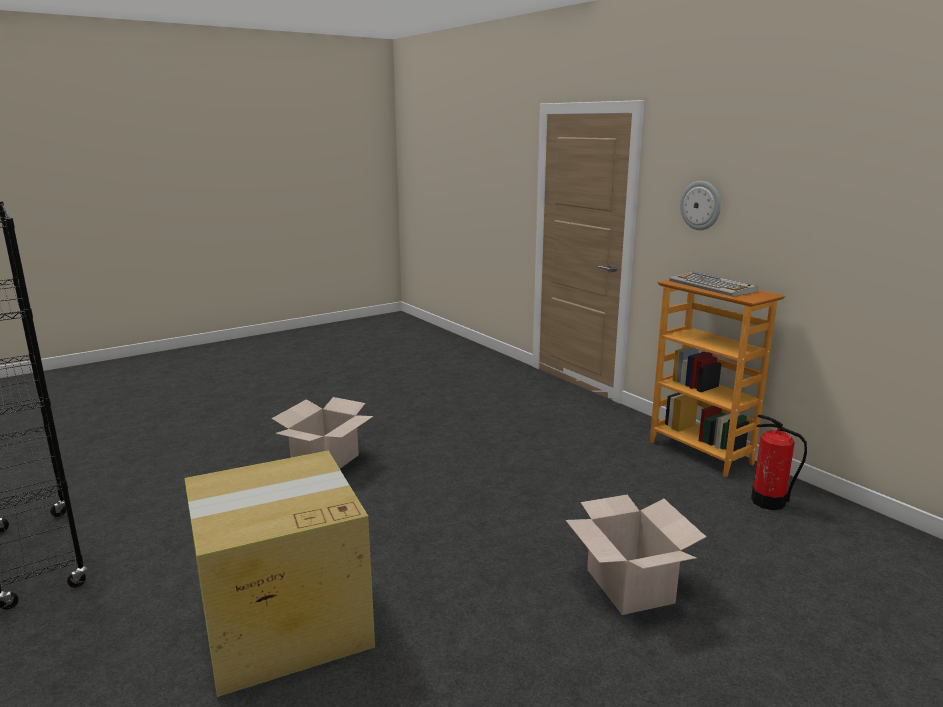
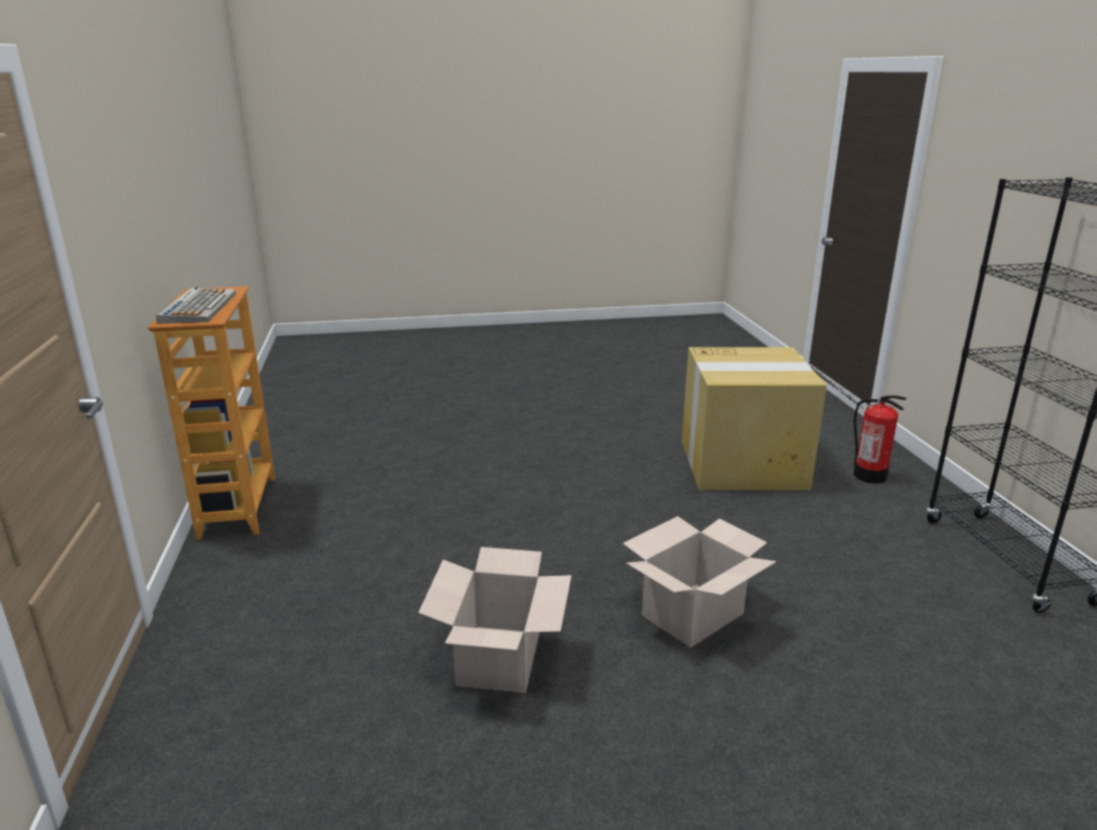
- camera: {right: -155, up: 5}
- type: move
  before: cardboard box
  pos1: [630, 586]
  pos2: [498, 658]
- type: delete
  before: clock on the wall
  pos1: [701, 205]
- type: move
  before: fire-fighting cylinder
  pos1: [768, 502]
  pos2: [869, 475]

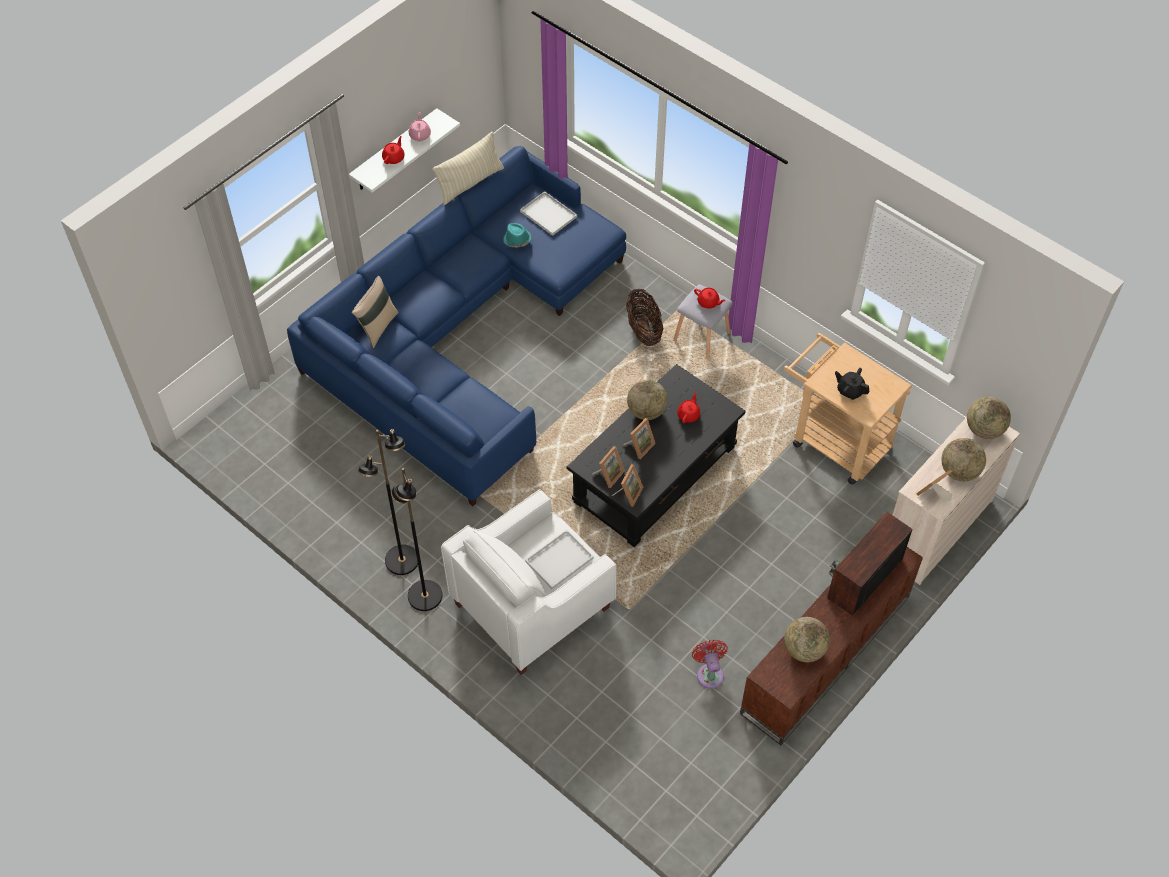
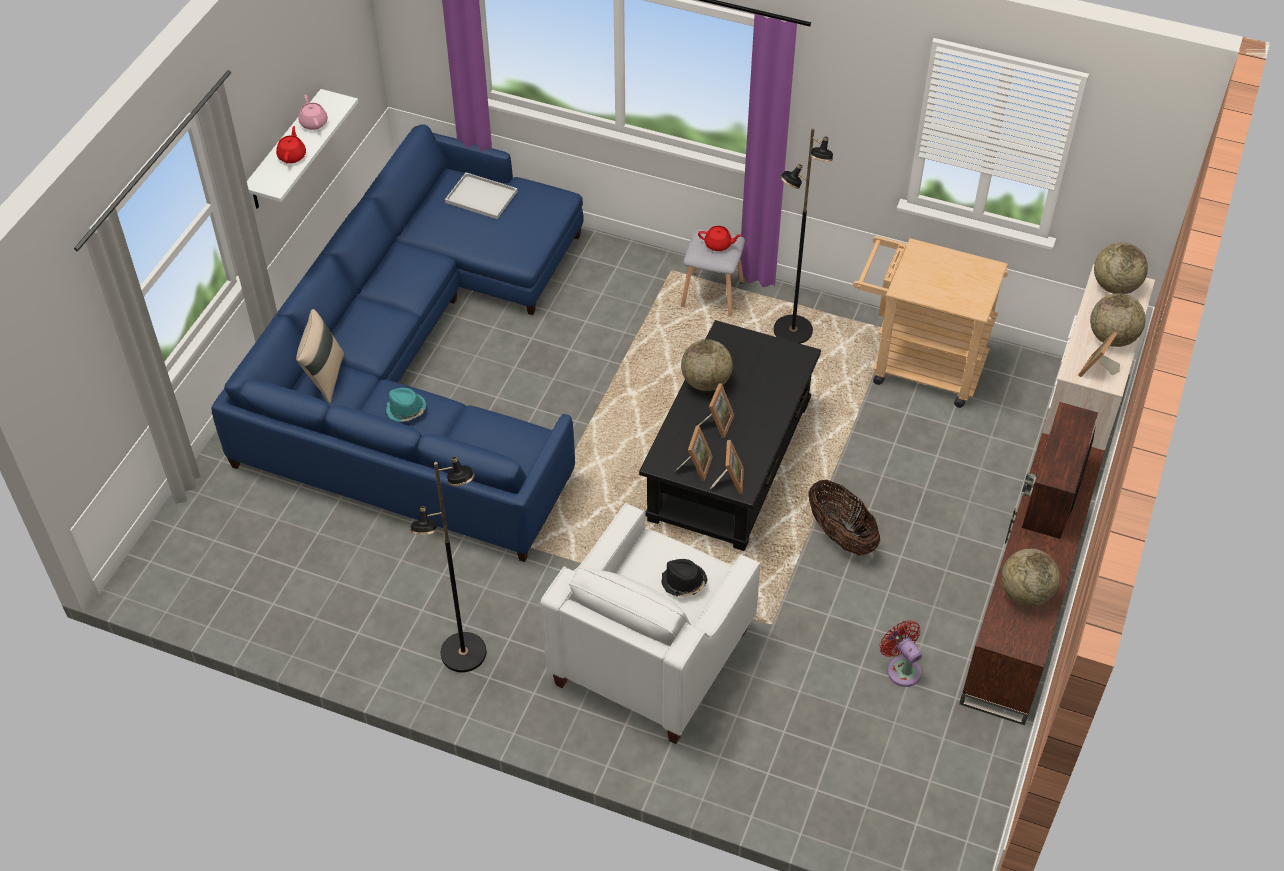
- camera: {right: -20, up: -5}
- type: move
  before: black standard lamp
  pos1: [424, 596]
  pos2: [792, 331]
- type: delete
  before: beige-coloured pillow
  pos1: [470, 183]
- type: move
  before: blue-green hat
  pos1: [517, 240]
  pos2: [406, 410]
- type: replace
  before: whitish tray
  after: black hat
  pos1: [559, 561]
  pos2: [683, 582]
- type: move
  before: basket
  pos1: [643, 330]
  pos2: [841, 535]
- type: delete
  before: reddish tea pot
  pos1: [688, 414]
- type: delete
  before: black tea pot
  pos1: [850, 391]

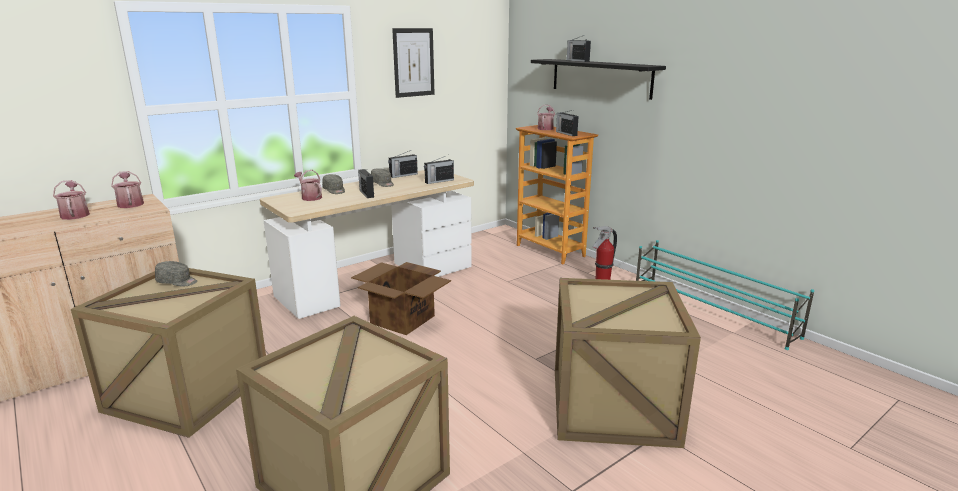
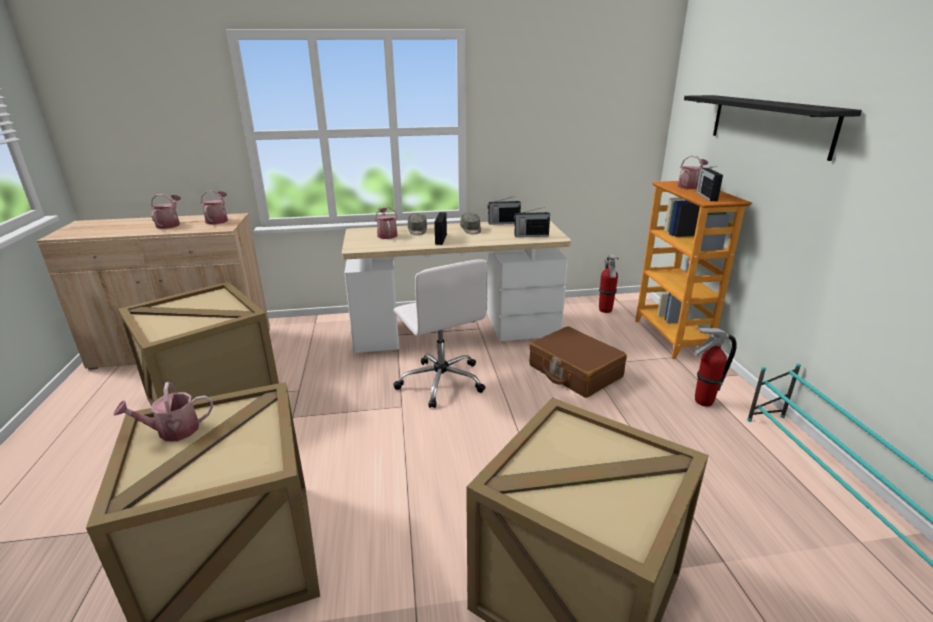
- camera: {right: 30, up: 5}
- type: delete
  before: grey peaked cap
  pos1: [177, 282]
- type: replace
  before: cardboard box
  after: whitish computer chair
  pos1: [403, 320]
  pos2: [441, 381]
- type: delete
  before: wall art
  pos1: [413, 62]
- type: delete
  before: radio receiver
  pos1: [577, 61]
- type: insert
  after: watering can
  pos2: [172, 431]
- type: insert
  after: brown travel case
  pos2: [574, 372]
- type: insert
  after: fire-fighting cylinder
  pos2: [605, 310]

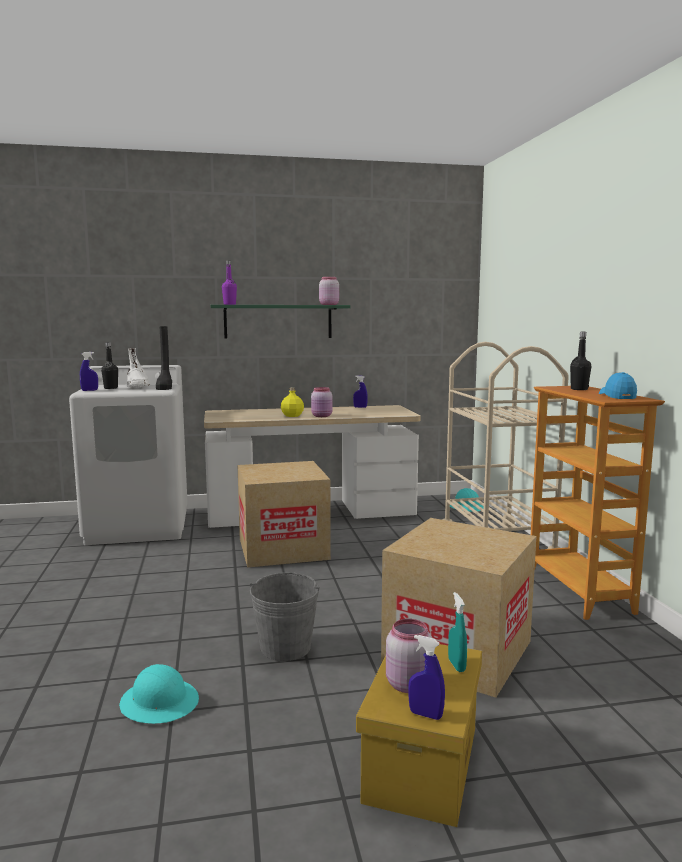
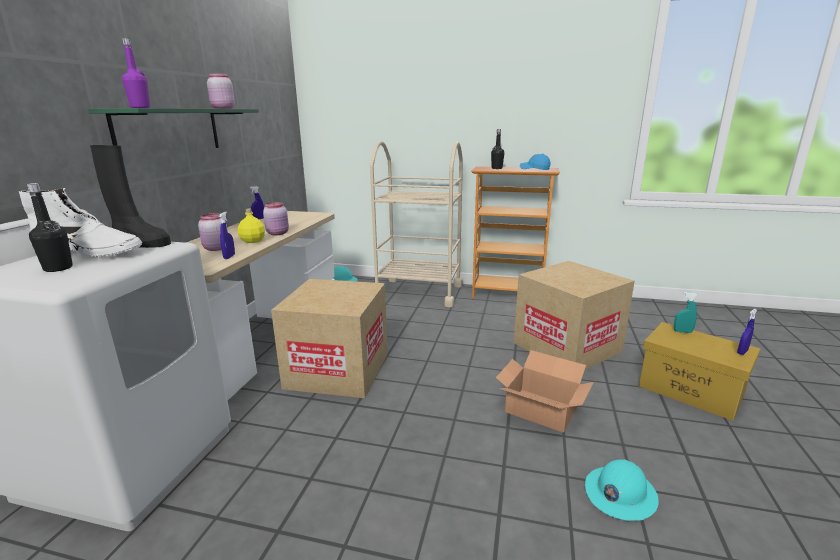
- camera: {right: -65, up: 10}
- type: move
  before: blue sprayer
  pos1: [89, 390]
  pos2: [229, 257]
- type: replace
  before: grey water bucket
  after: cardboard box
  pos1: [285, 647]
  pos2: [540, 409]
- type: move
  before: pink jar
  pos1: [407, 684]
  pos2: [215, 248]

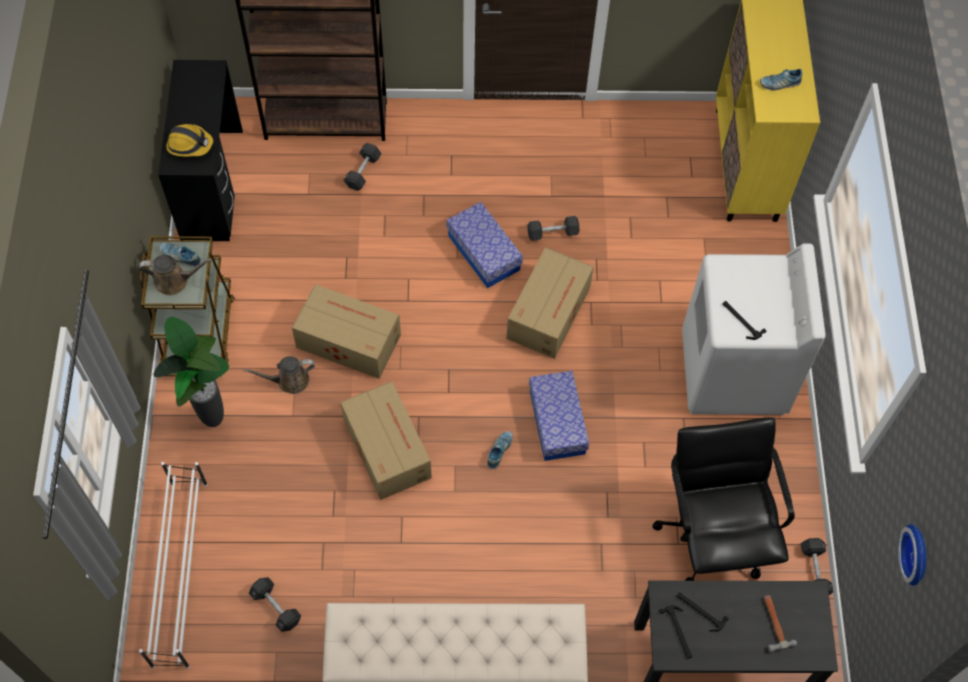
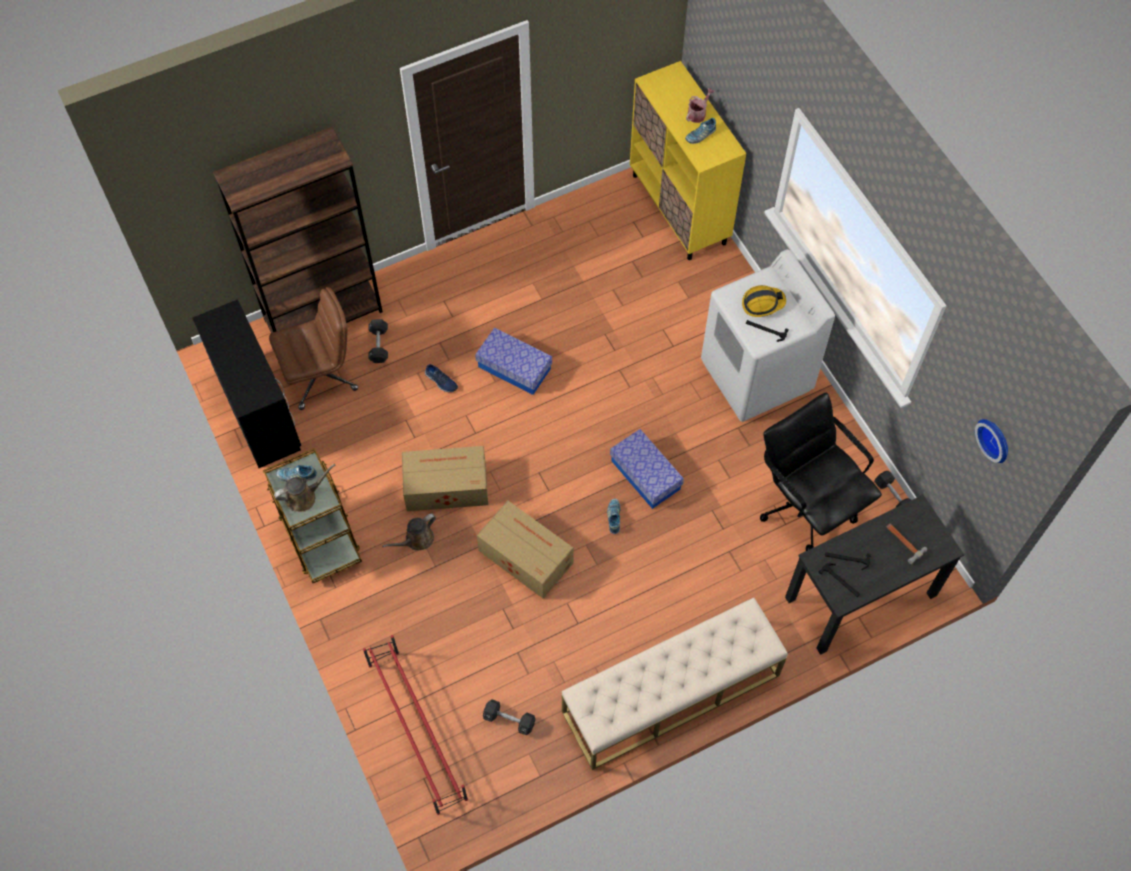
- camera: {right: -25, up: 0}
- type: recolor
  before: whitish shoe rack
  after: reddish shoe rack
  pos1: [180, 571]
  pos2: [417, 730]
- type: delete
  before: houseplant
  pos1: [213, 418]
- type: move
  before: hard hat
  pos1: [189, 144]
  pos2: [762, 303]
- type: delete
  before: cardboard box
  pos1: [550, 312]
- type: delete
  before: black dumbbell
  pos1: [552, 233]
- type: insert
  after: brown computer chair
  pos2: [320, 375]
- type: insert
  after: blue item of footwear
  pos2: [441, 381]
- type: insert
  after: watering can
  pos2: [698, 113]

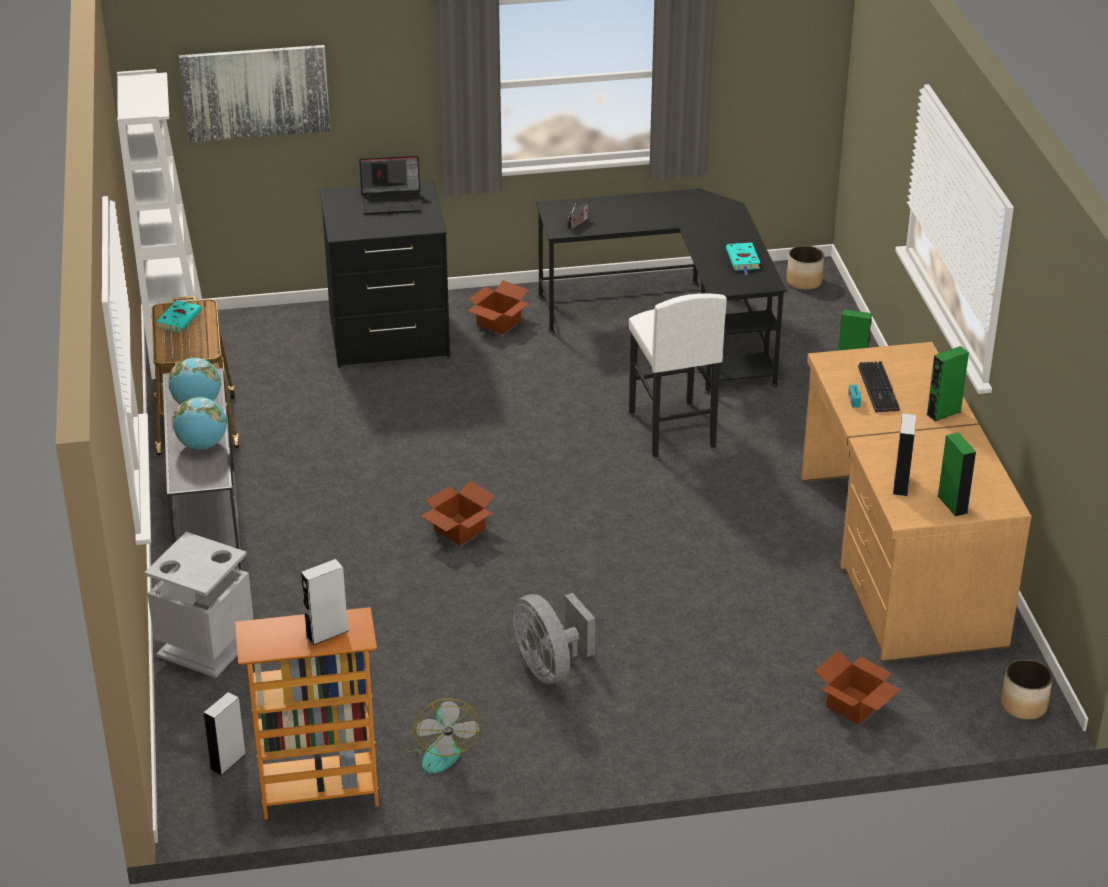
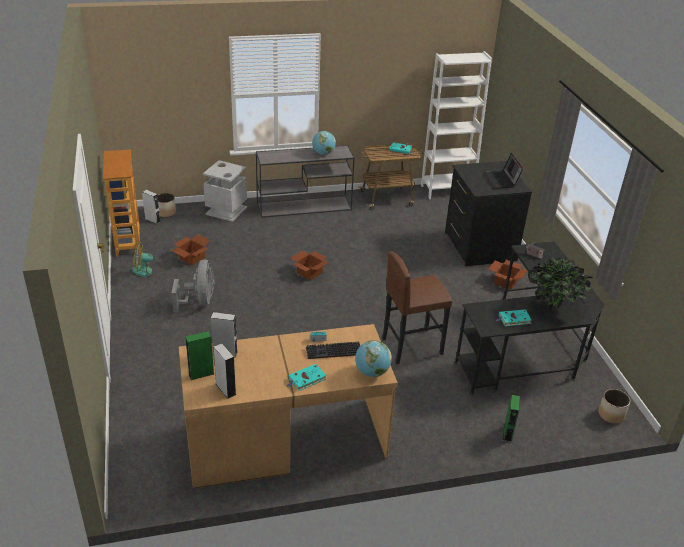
- camera: {right: 85, up: 0}
- type: move
  before: desk globe
  pos1: [202, 445]
  pos2: [372, 372]
- type: delete
  before: wall art
  pos1: [255, 92]
- type: move
  before: grey speaker
  pos1: [327, 633]
  pos2: [225, 389]
- type: rotate
  before: grey fan
  pos1: [550, 667]
  pos2: [199, 301]
  turn: 120
- type: recolor
  before: whitish sitting stool
  after: brown sitting stool
  pos1: [671, 429]
  pos2: [411, 346]
- type: move
  before: cardboard box
  pos1: [854, 706]
  pos2: [191, 258]
- type: replace
  before: green speaker
  after: blue-green volume
  pos1: [943, 413]
  pos2: [306, 379]
- type: move
  before: flower pot
  pos1: [1024, 705]
  pos2: [166, 213]
- type: insert
  after: houseplant
  pos2: [554, 306]

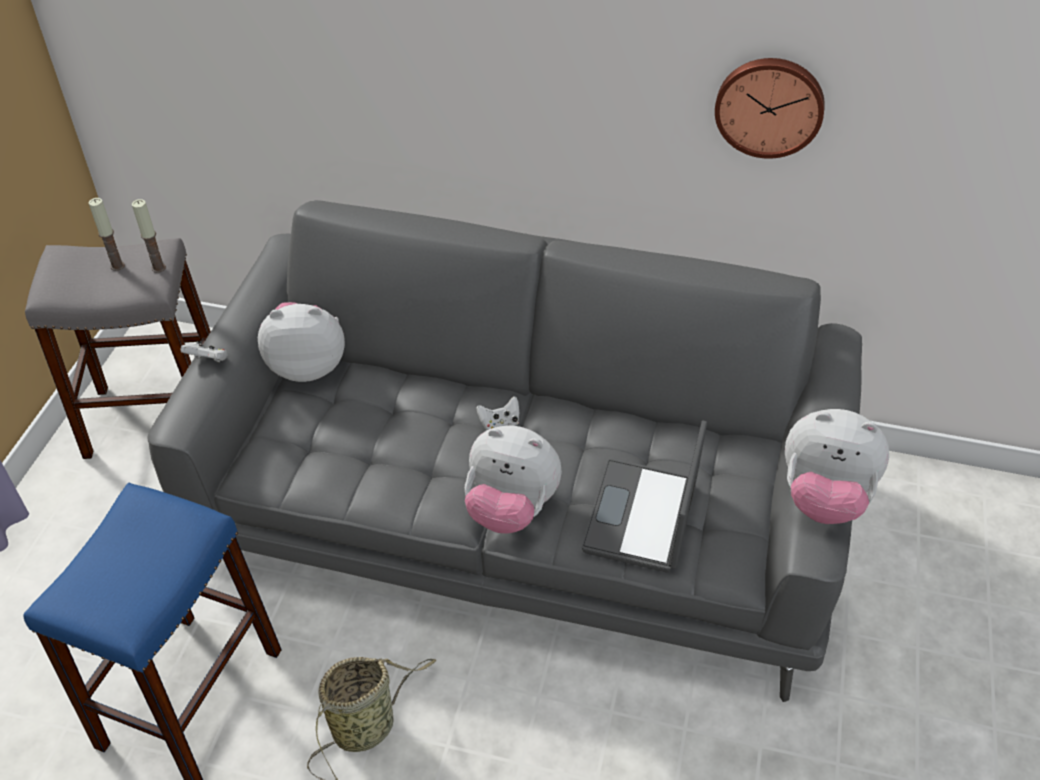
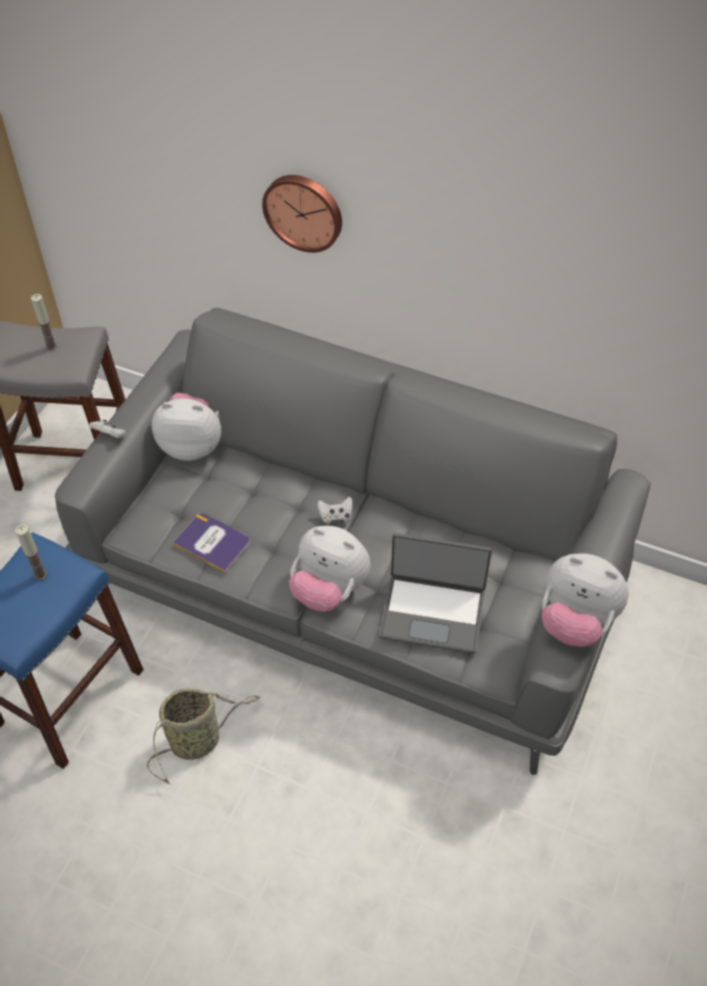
- camera: {right: 10, up: 5}
- type: move
  before: candle
  pos1: [158, 268]
  pos2: [40, 574]
- type: rotate
  before: portable computer
  pos1: [643, 517]
  pos2: [432, 613]
  turn: -105
- type: move
  before: clock on the wall
  pos1: [769, 106]
  pos2: [304, 211]
- type: insert
  after: volume
  pos2: [212, 543]

